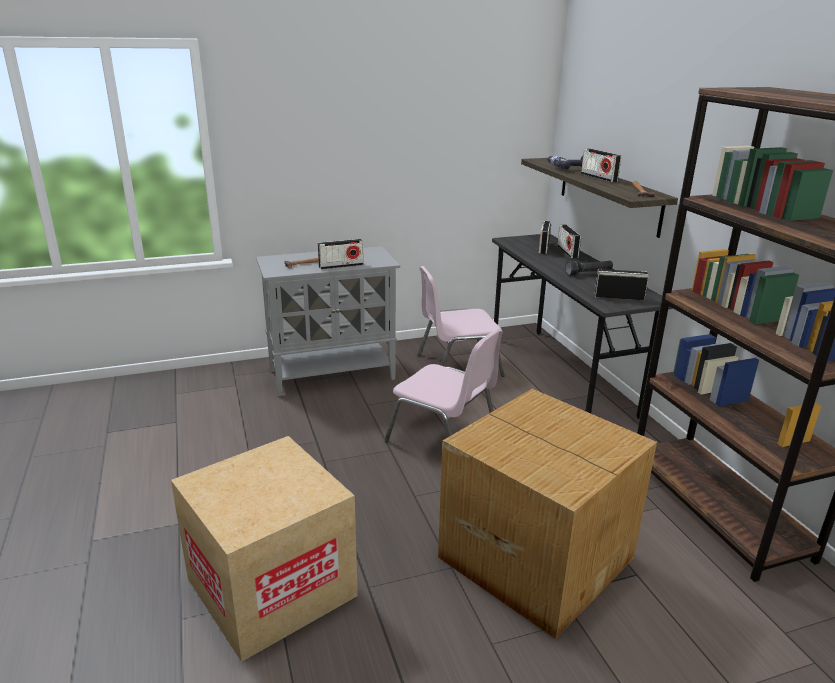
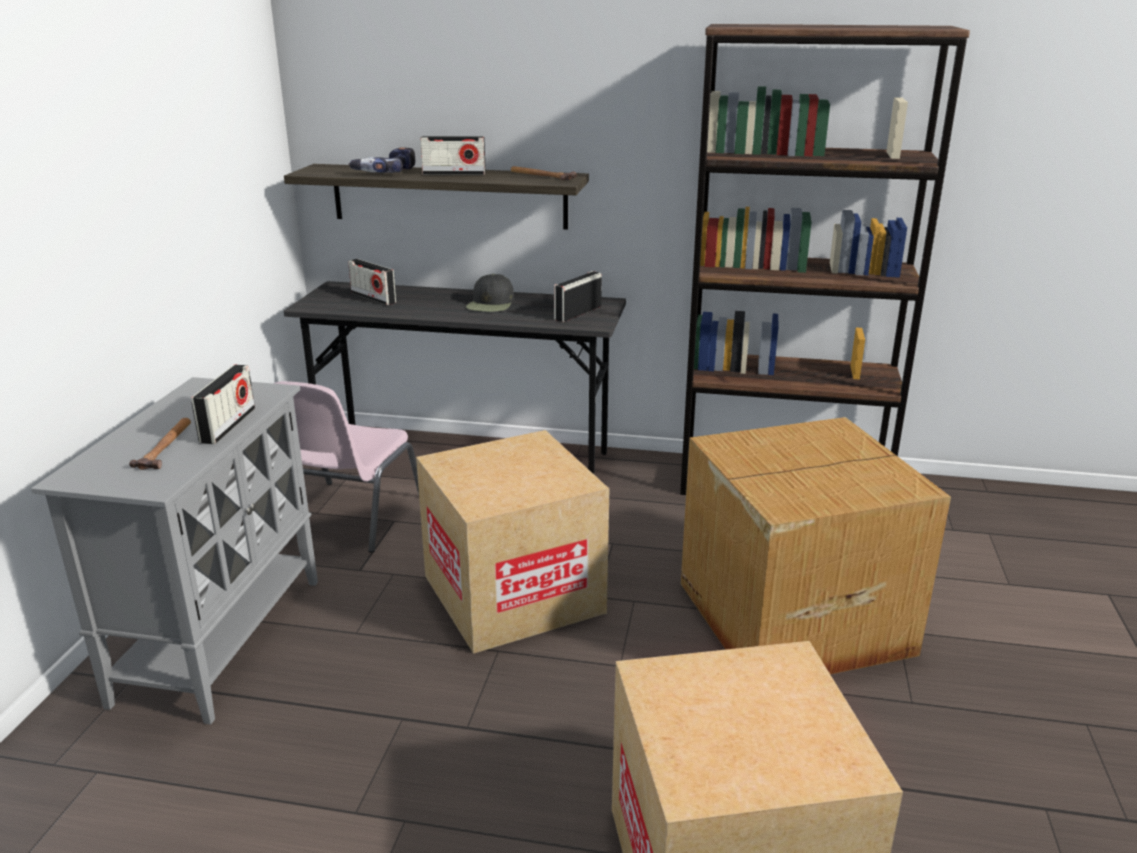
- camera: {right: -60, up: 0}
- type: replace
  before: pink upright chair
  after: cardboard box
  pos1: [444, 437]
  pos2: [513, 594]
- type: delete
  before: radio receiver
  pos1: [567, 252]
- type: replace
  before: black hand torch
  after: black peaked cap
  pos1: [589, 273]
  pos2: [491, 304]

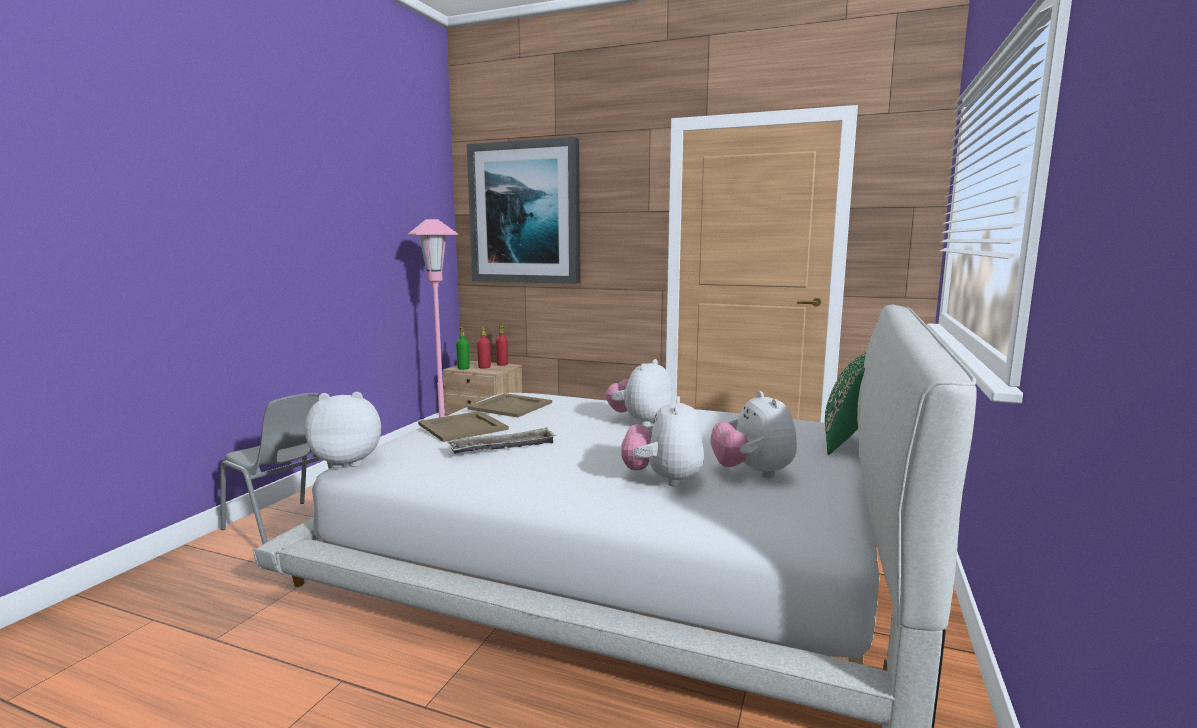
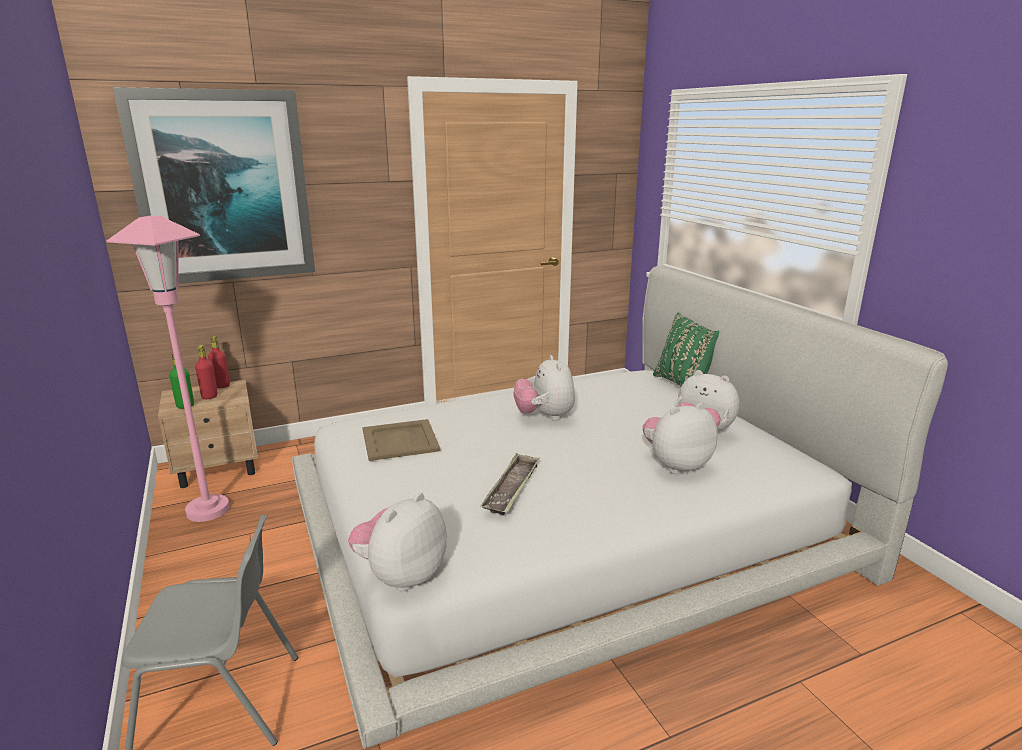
- camera: {right: -45, up: 10}
- type: delete
  before: beige-coloured tray
  pos1: [463, 427]
- type: rotate
  before: cuddly toy
  pos1: [663, 480]
  pos2: [675, 465]
  turn: 105

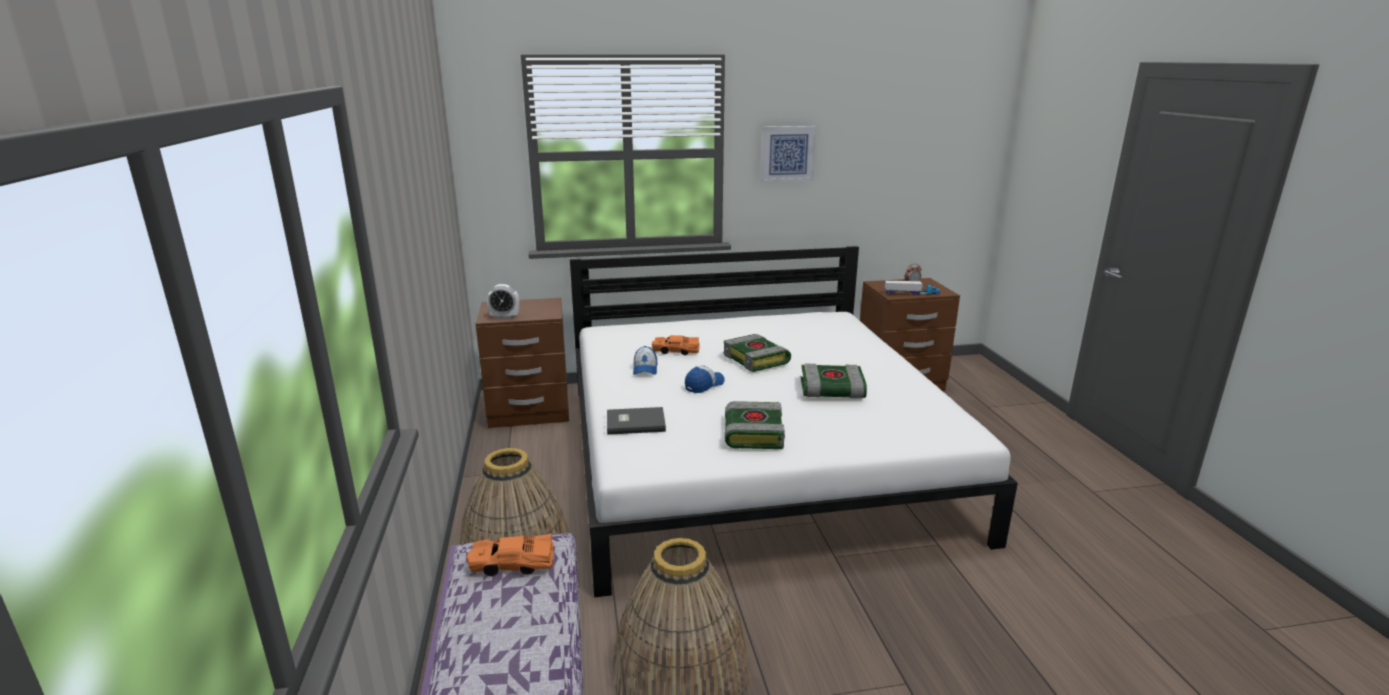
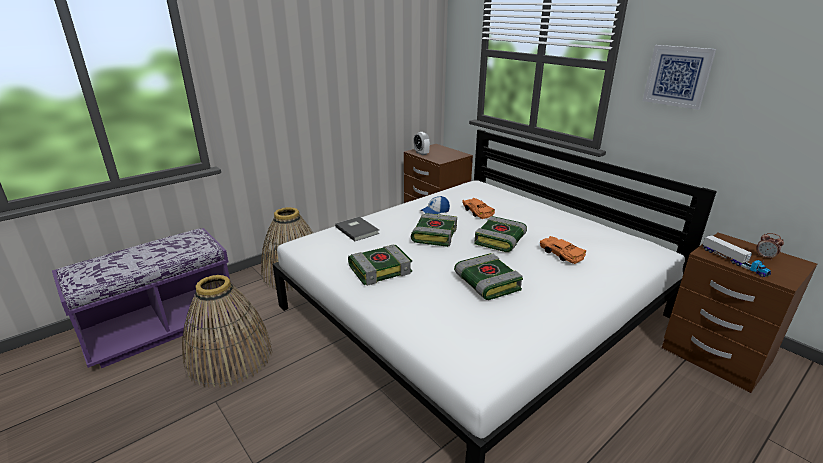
- camera: {right: 60, up: 5}
- type: move
  before: orange miniature car
  pos1: [512, 563]
  pos2: [560, 254]
- type: replace
  before: peaked cap
  after: volume
  pos1: [704, 385]
  pos2: [434, 235]

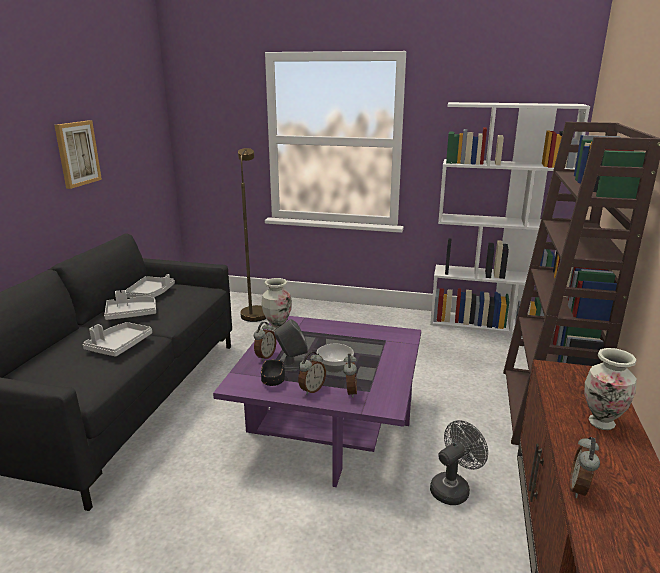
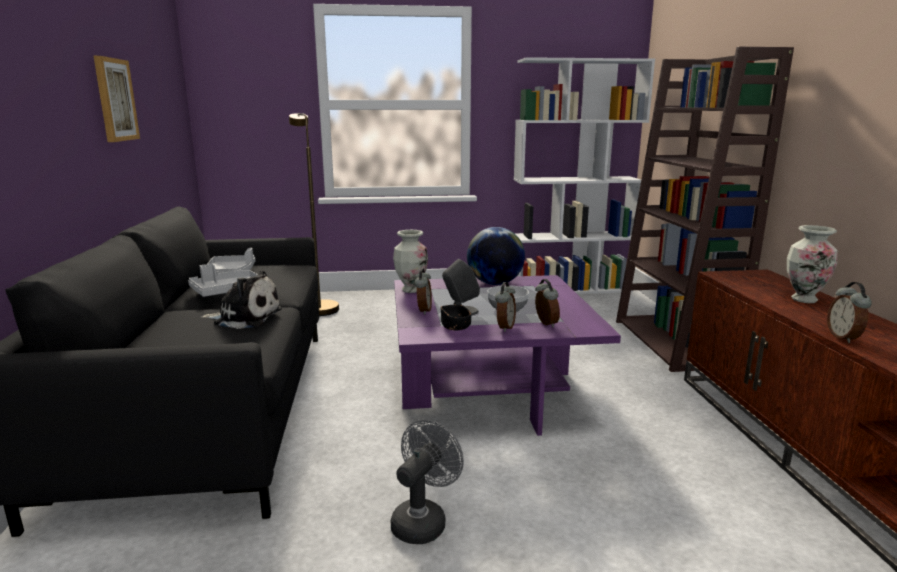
- camera: {right: -20, up: -5}
- type: replace
  before: grey tray
  after: cuddly toy
  pos1: [119, 346]
  pos2: [245, 317]
- type: move
  before: grey fan
  pos1: [453, 488]
  pos2: [423, 520]
- type: insert
  after: desk globe
  pos2: [495, 283]

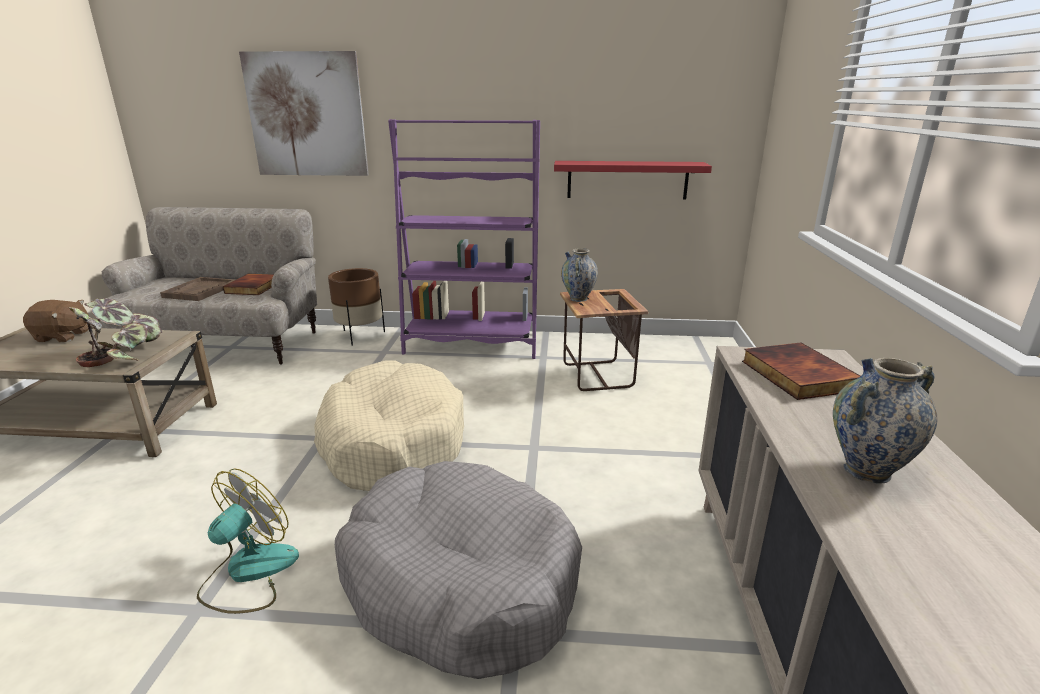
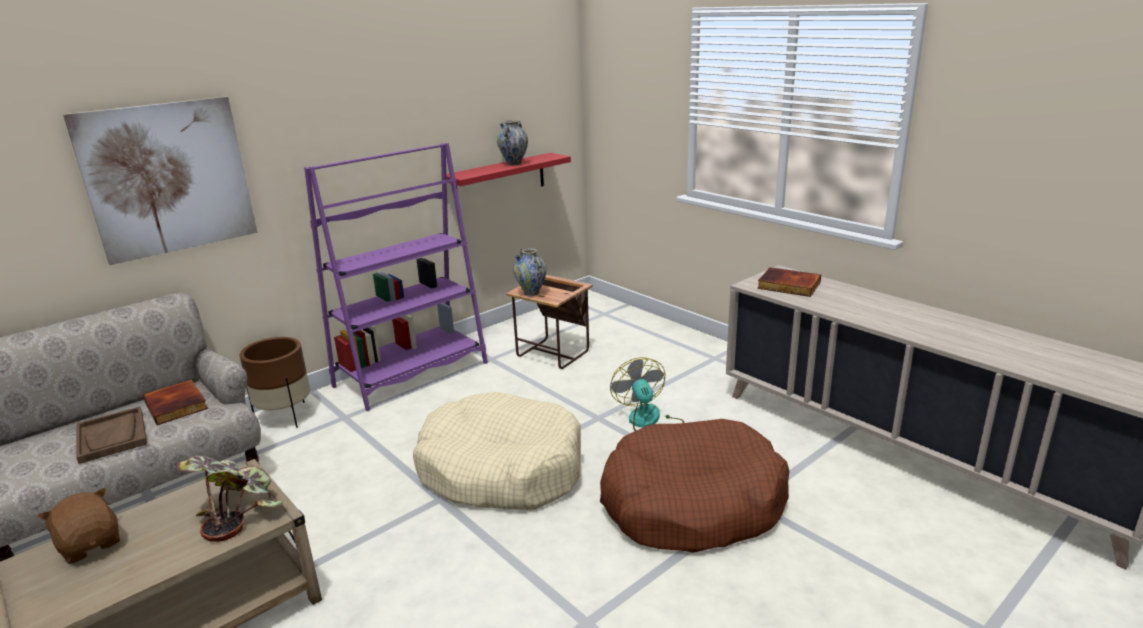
- camera: {right: -45, up: 0}
- type: rotate
  before: brown cuddly toy
  pos1: [63, 336]
  pos2: [91, 544]
  turn: -90
- type: move
  before: fan
  pos1: [248, 573]
  pos2: [648, 422]
- type: recolor
  before: grey dog cushion
  after: brown dog cushion
  pos1: [459, 582]
  pos2: [691, 503]
- type: move
  before: vase
  pos1: [867, 471]
  pos2: [514, 163]

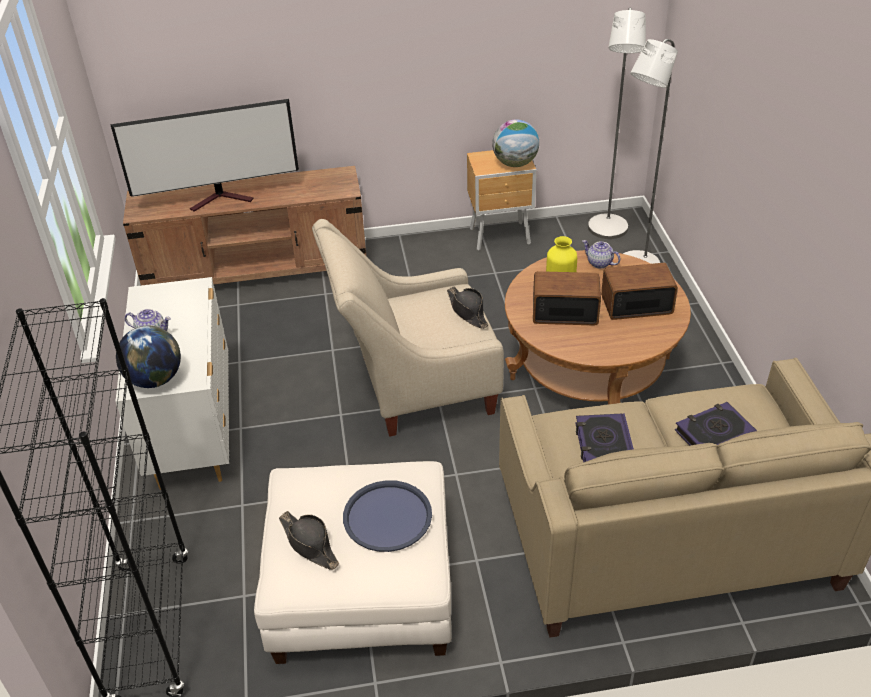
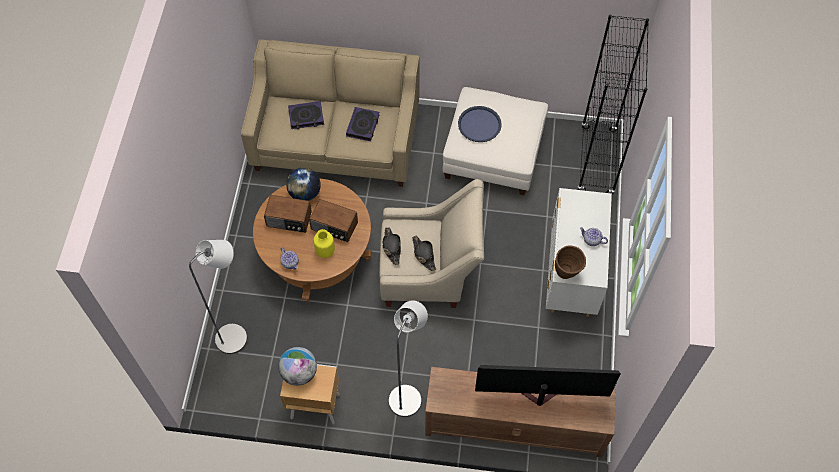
- camera: {right: -165, up: 20}
- type: move
  before: desk globe
  pos1: [155, 379]
  pos2: [305, 193]
- type: move
  before: black hat
  pos1: [309, 544]
  pos2: [423, 254]
- type: move
  before: grey standard lamp
  pos1: [607, 232]
  pos2: [408, 395]
- type: insert
  after: brown vase
  pos2: [566, 274]

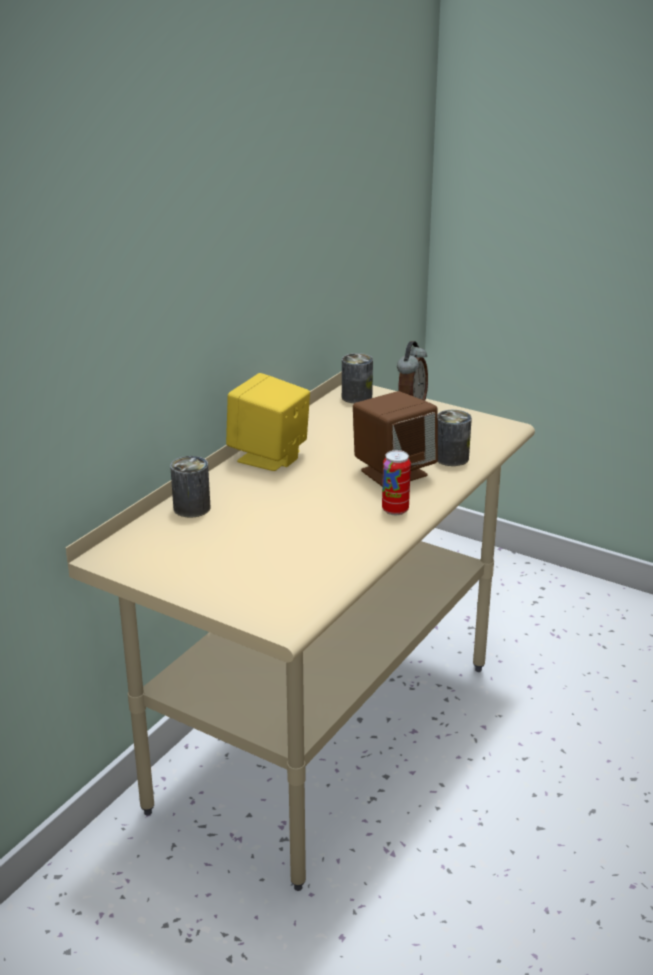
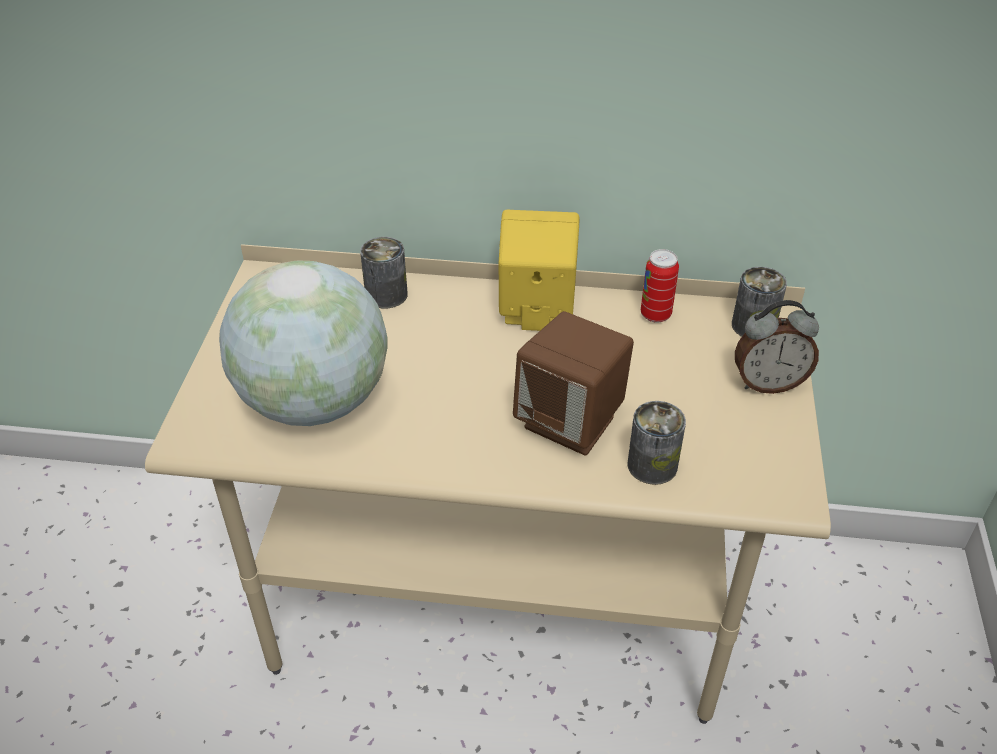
- camera: {right: 65, up: 15}
- type: move
  before: sealed can
  pos1: [395, 510]
  pos2: [655, 314]
- type: insert
  after: desk globe
  pos2: [314, 401]

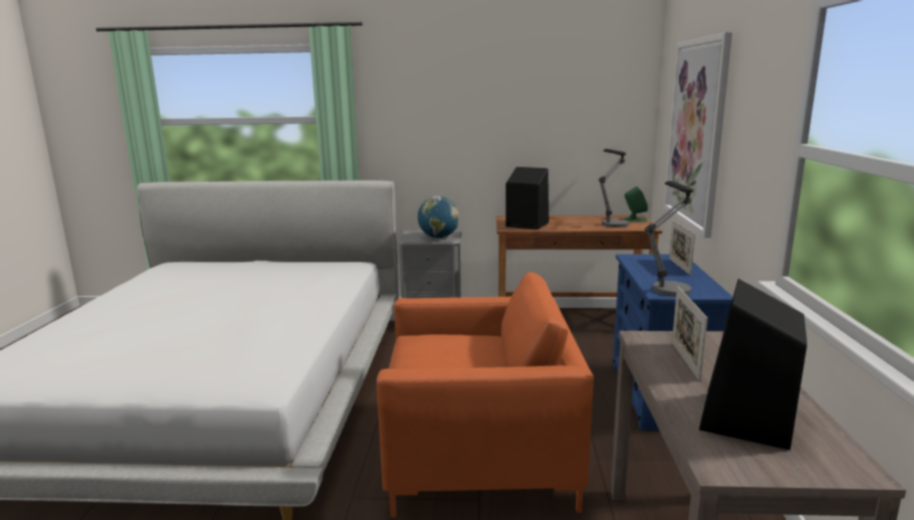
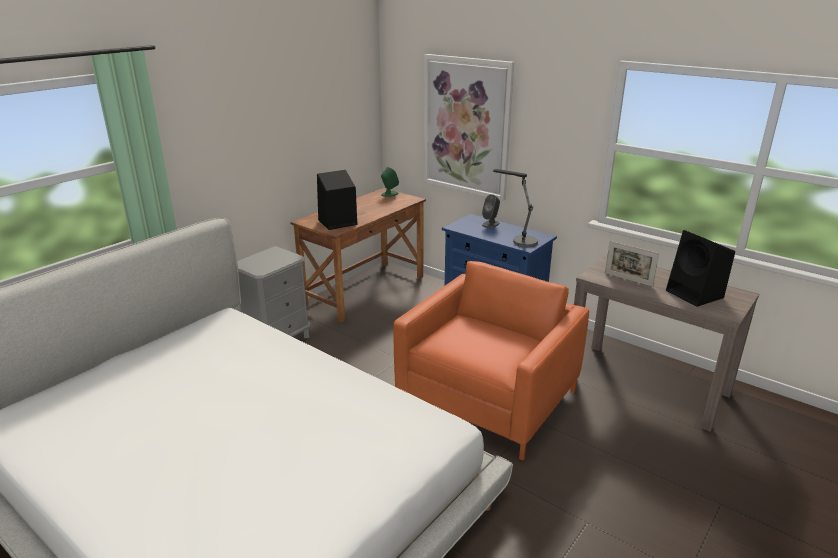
- camera: {right: -55, up: 10}
- type: delete
  before: desk globe
  pos1: [439, 237]
- type: delete
  before: table lamp
  pos1: [612, 222]
- type: replace
  before: standing frame
  after: grey speaker
  pos1: [679, 266]
  pos2: [490, 224]

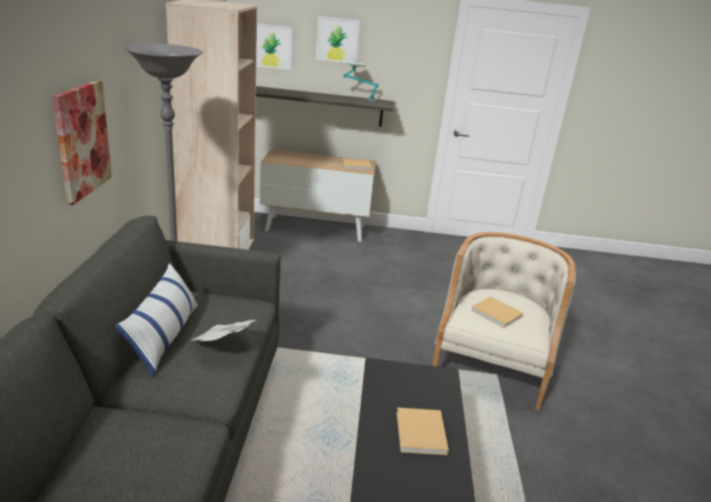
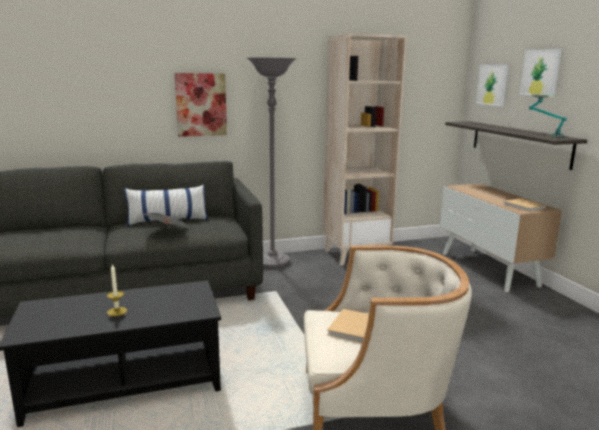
- camera: {right: 70, up: -10}
- type: replace
  before: beige-coloured volume
  after: candle
  pos1: [421, 434]
  pos2: [117, 311]

